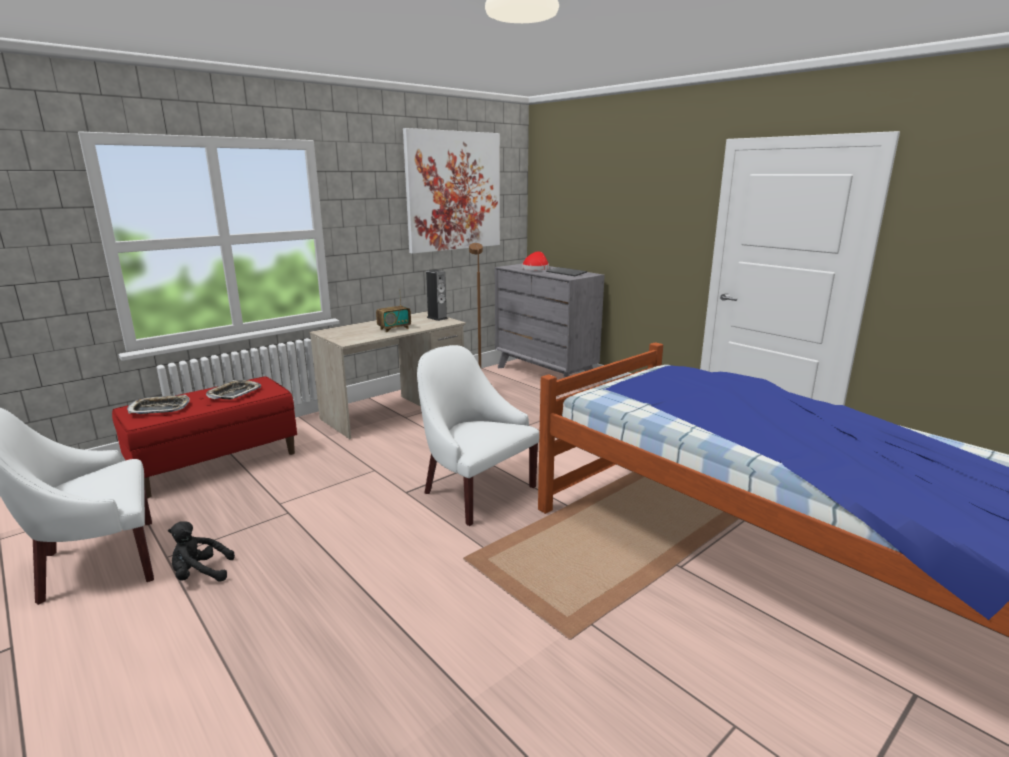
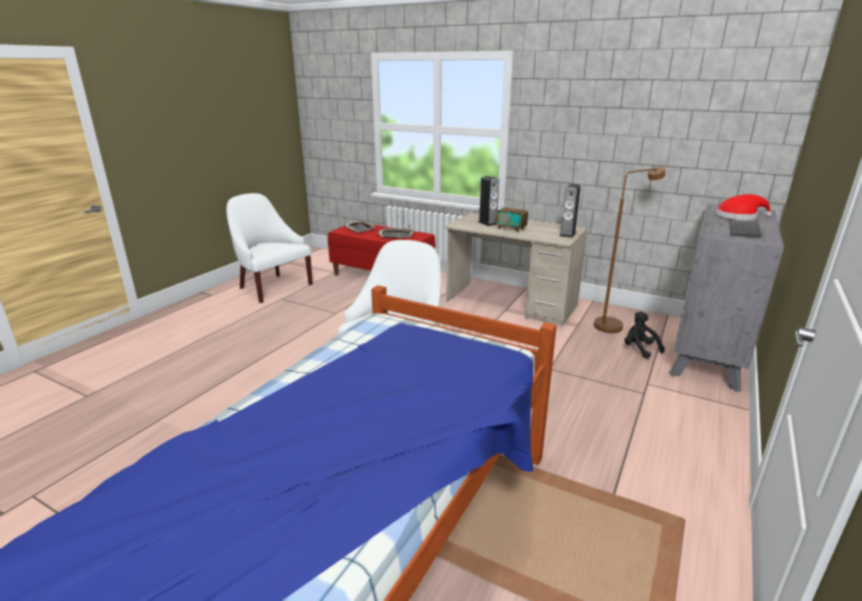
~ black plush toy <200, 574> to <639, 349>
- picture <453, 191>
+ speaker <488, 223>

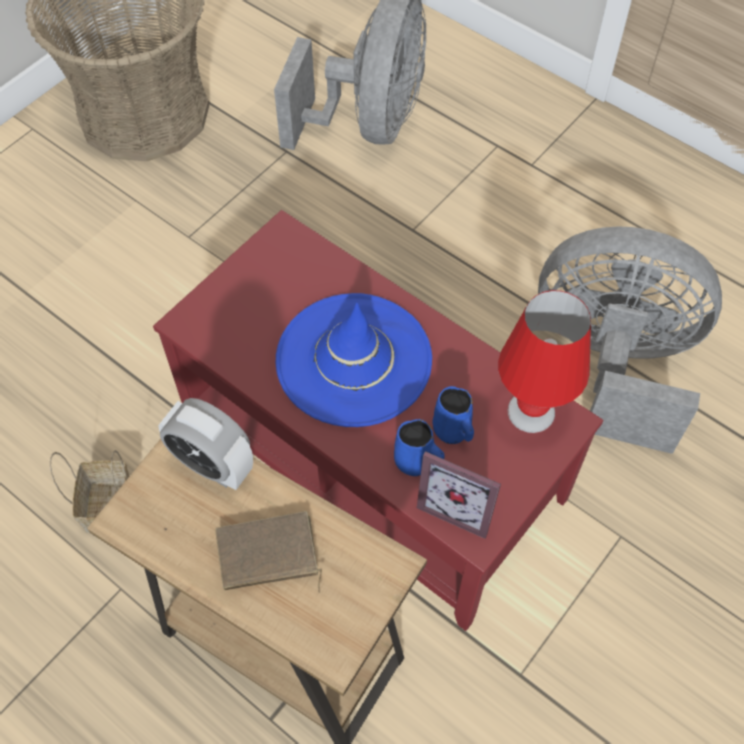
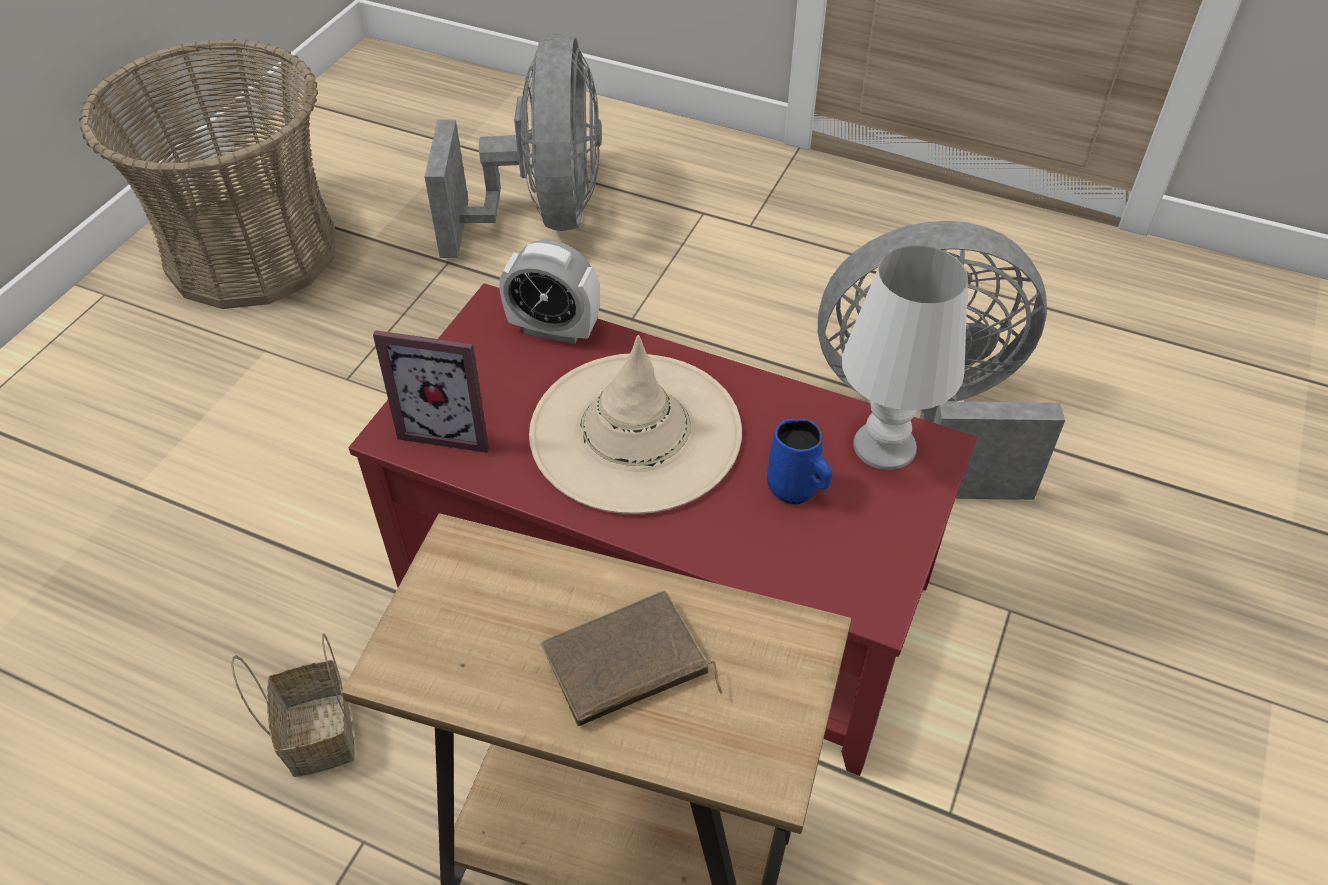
~ alarm clock <213, 465> to <553, 329>
~ blue hat <353, 359> to beige hat <635, 432>
- blue mug <415, 462>
~ picture frame <459, 505> to <450, 426>
~ red table lamp <530, 411> to white table lamp <884, 445>

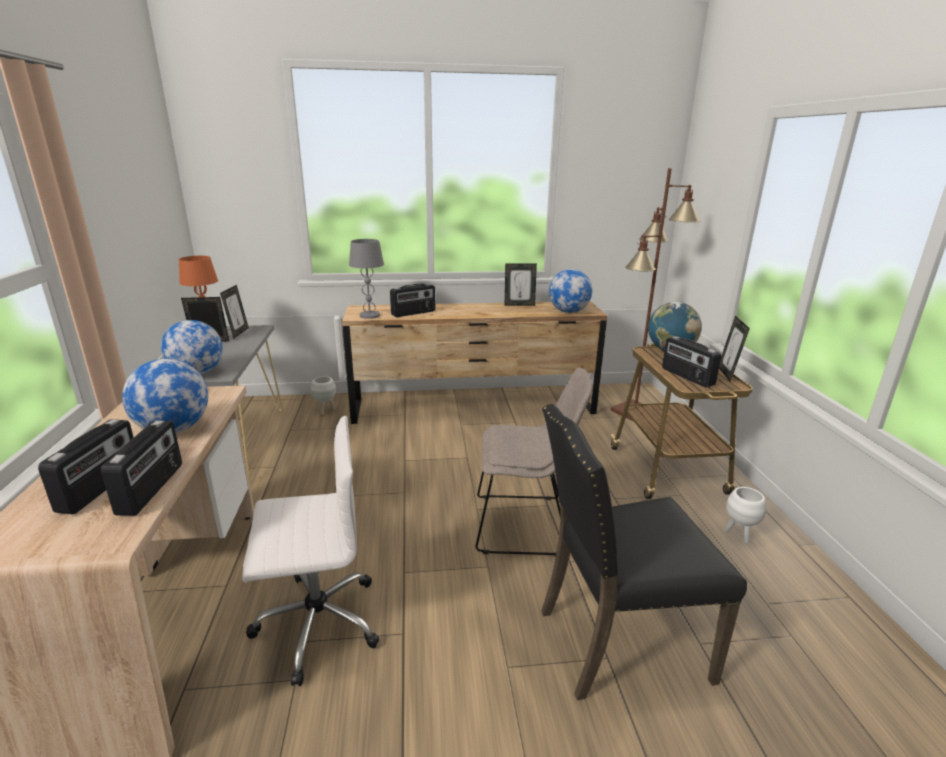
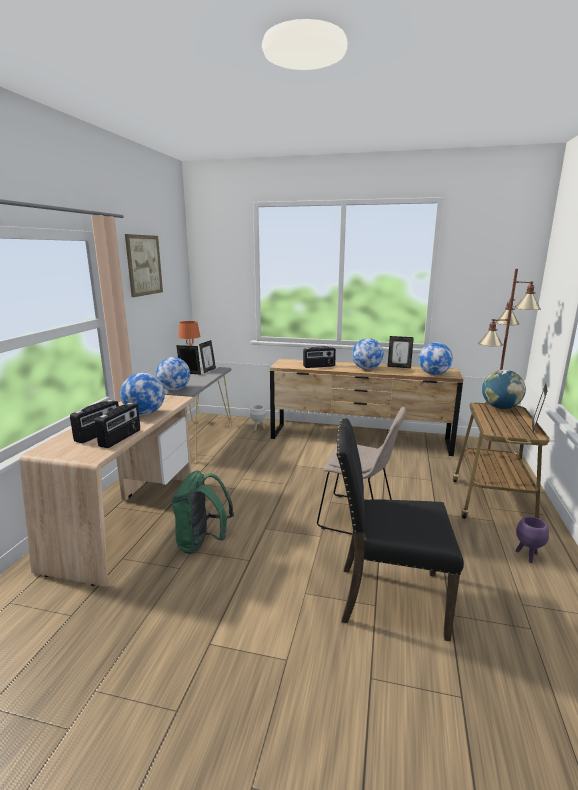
~ white office chair <316, 622> to green backpack <202, 543>
- grey table lamp <370, 315>
- radio <686, 377>
~ white planter <739, 535> to purple planter <528, 556>
+ picture <144, 265>
+ globe <366, 369>

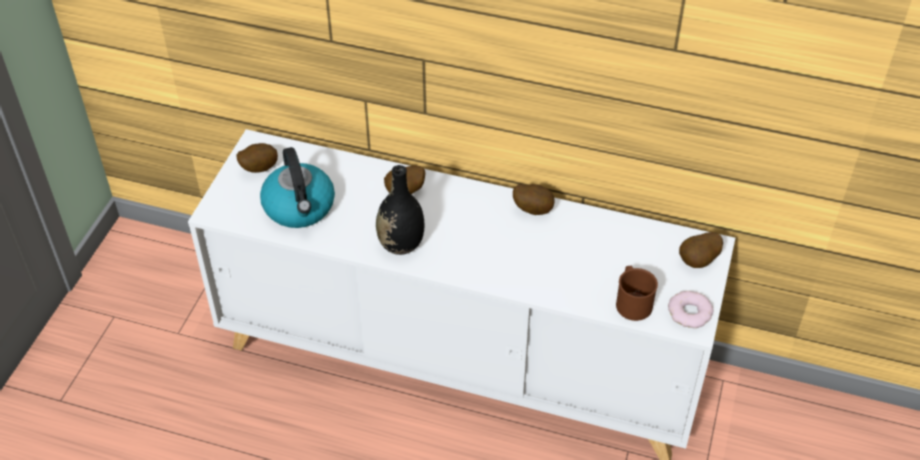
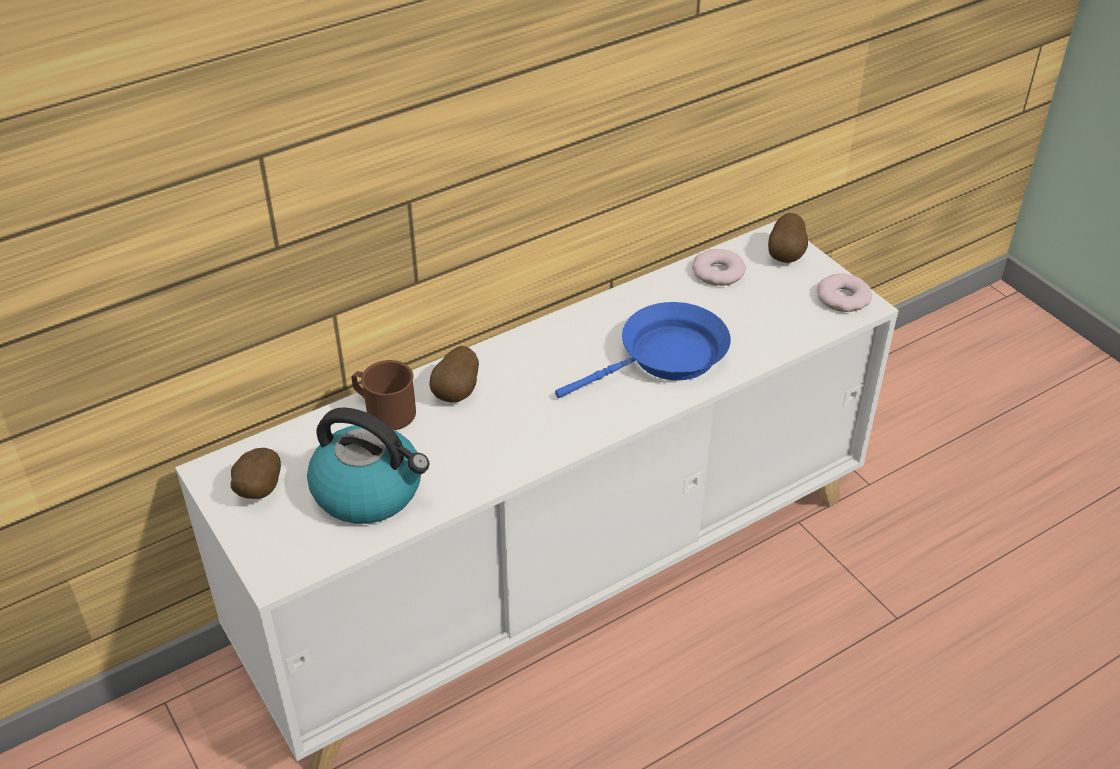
- black vase <401, 245>
- potato <533, 209>
~ brown mug <632, 301> to <384, 411>
+ blue frying pan <665, 358>
+ donut <718, 272>

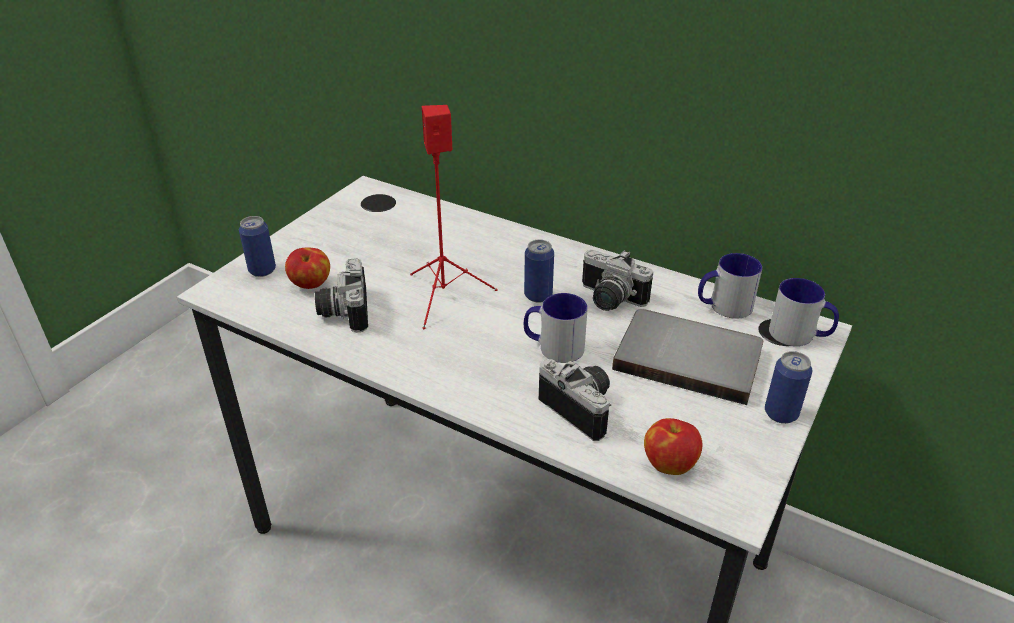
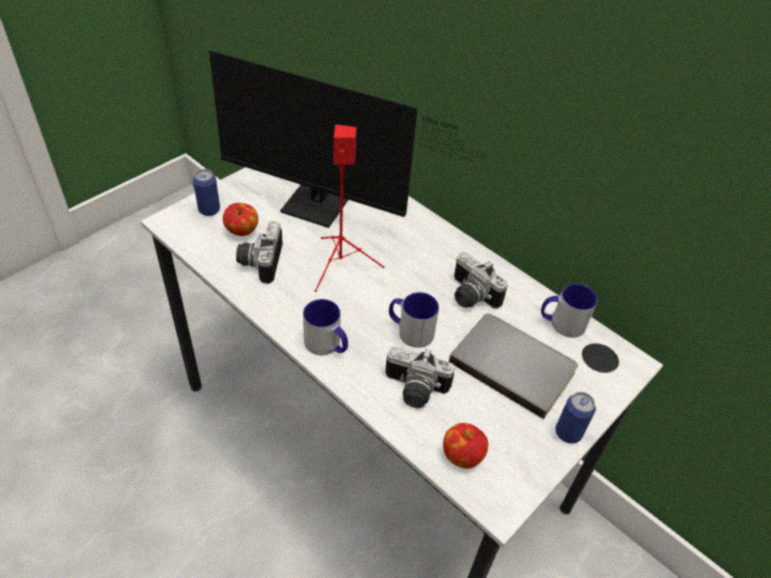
- can <538, 295>
~ photo camera <583, 407> = <414, 391> 135 degrees clockwise
~ mug <799, 335> to <327, 345>
+ monitor <324, 208>

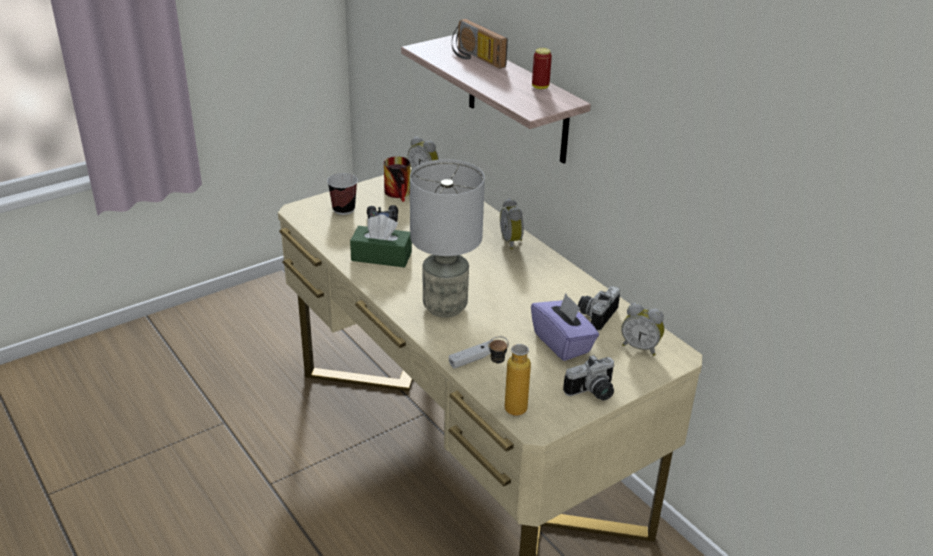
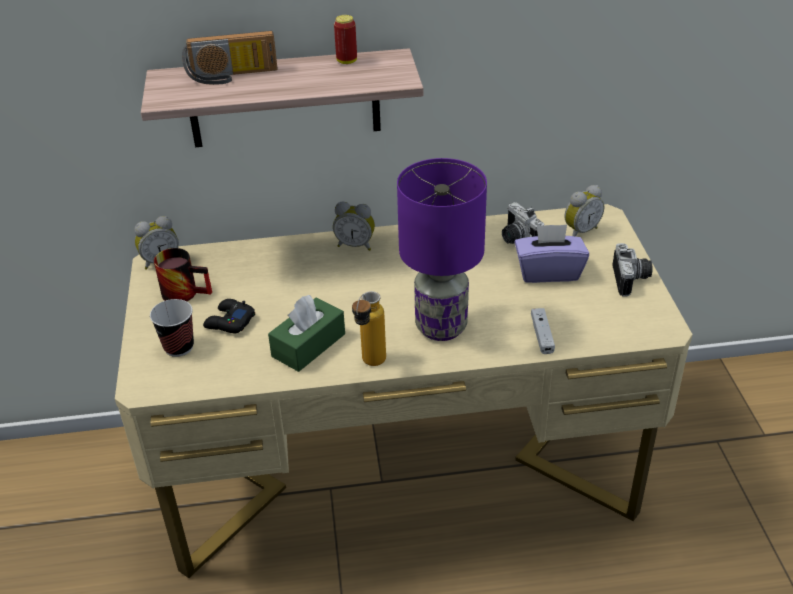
~ grey table lamp <445, 306> to purple table lamp <440, 327>
~ bottle <506, 409> to <370, 365>

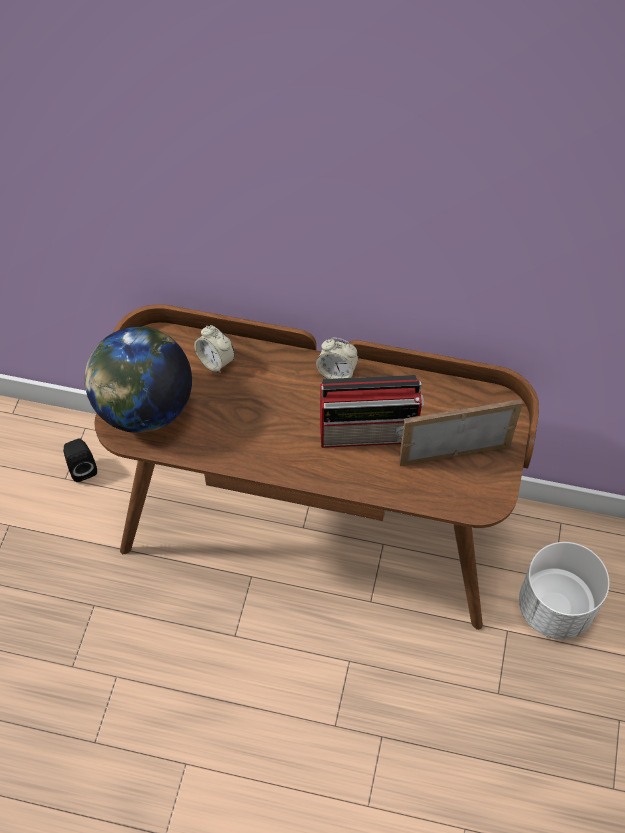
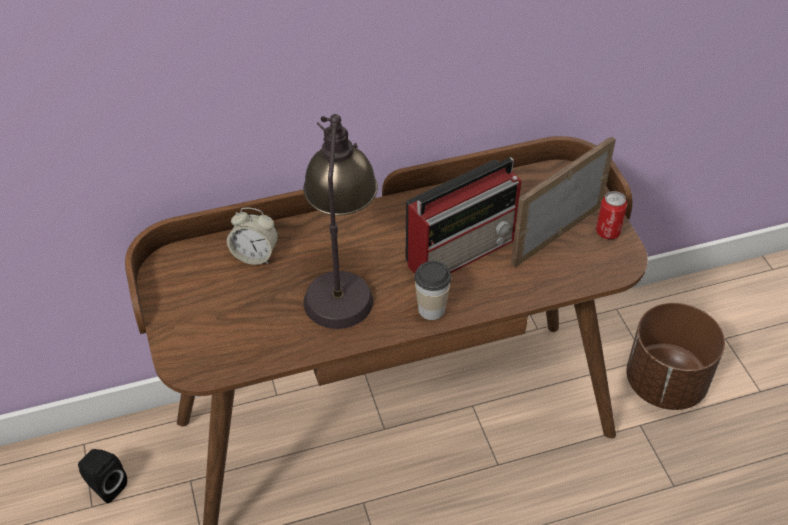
- globe <145, 408>
- alarm clock <337, 372>
~ white planter <554, 607> to brown planter <665, 383>
+ table lamp <341, 280>
+ cup <431, 309>
+ can <607, 232>

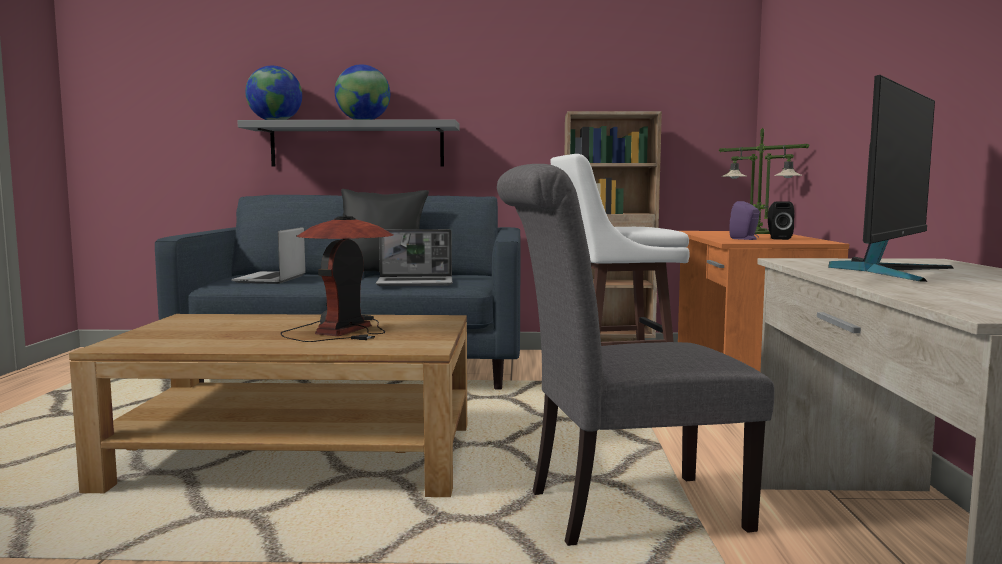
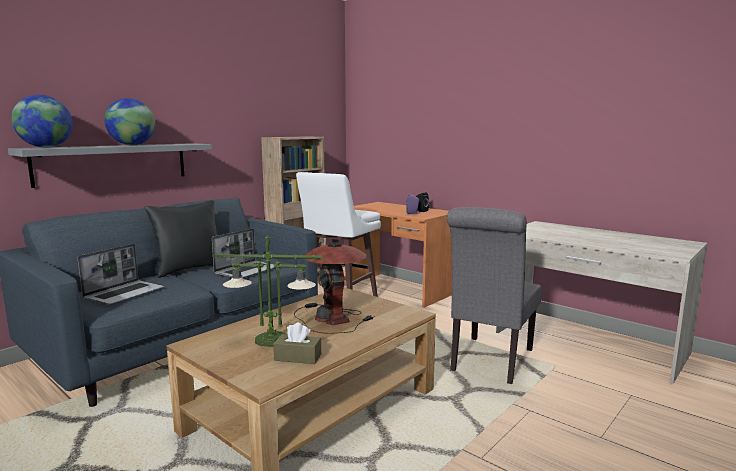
~ laptop <271, 279> = <125, 293> 105 degrees counterclockwise
~ table lamp <757, 233> to <271, 340>
- monitor <889, 271>
+ brown tissue box <298, 357>

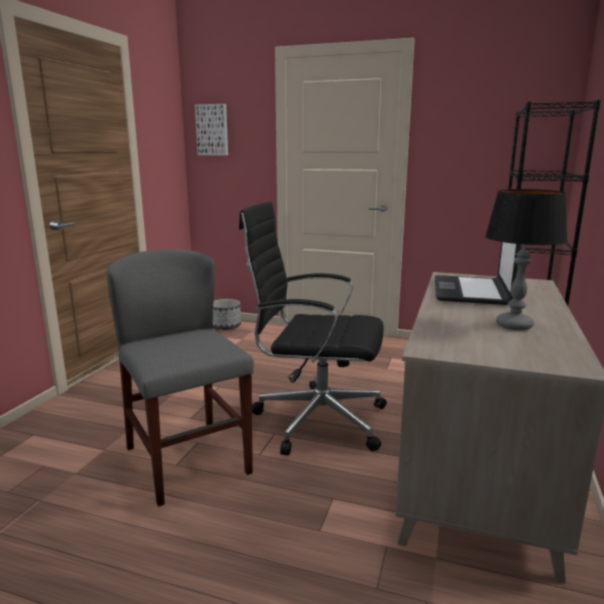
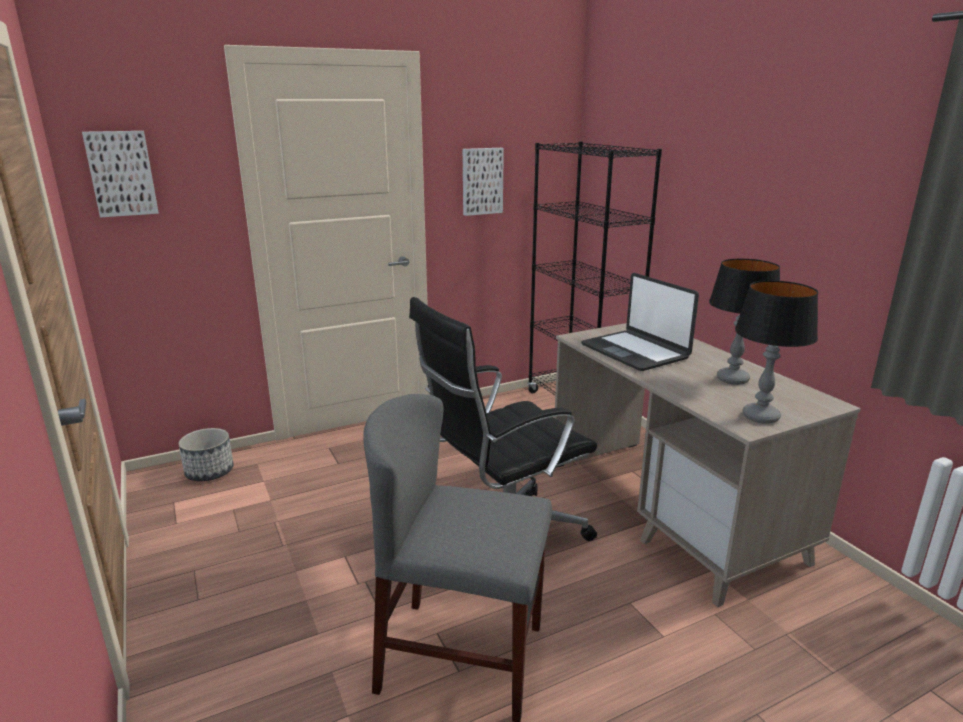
+ picture <481, 181>
+ table lamp <760, 417>

